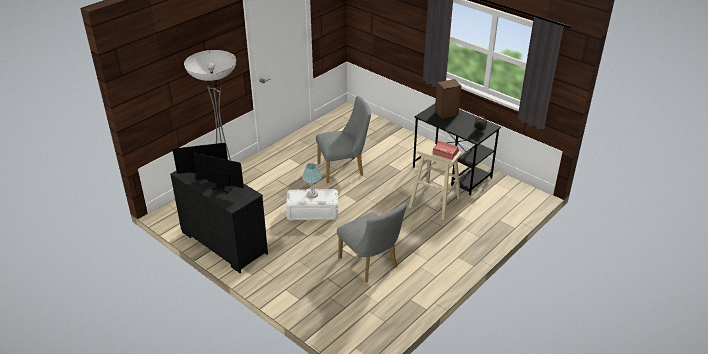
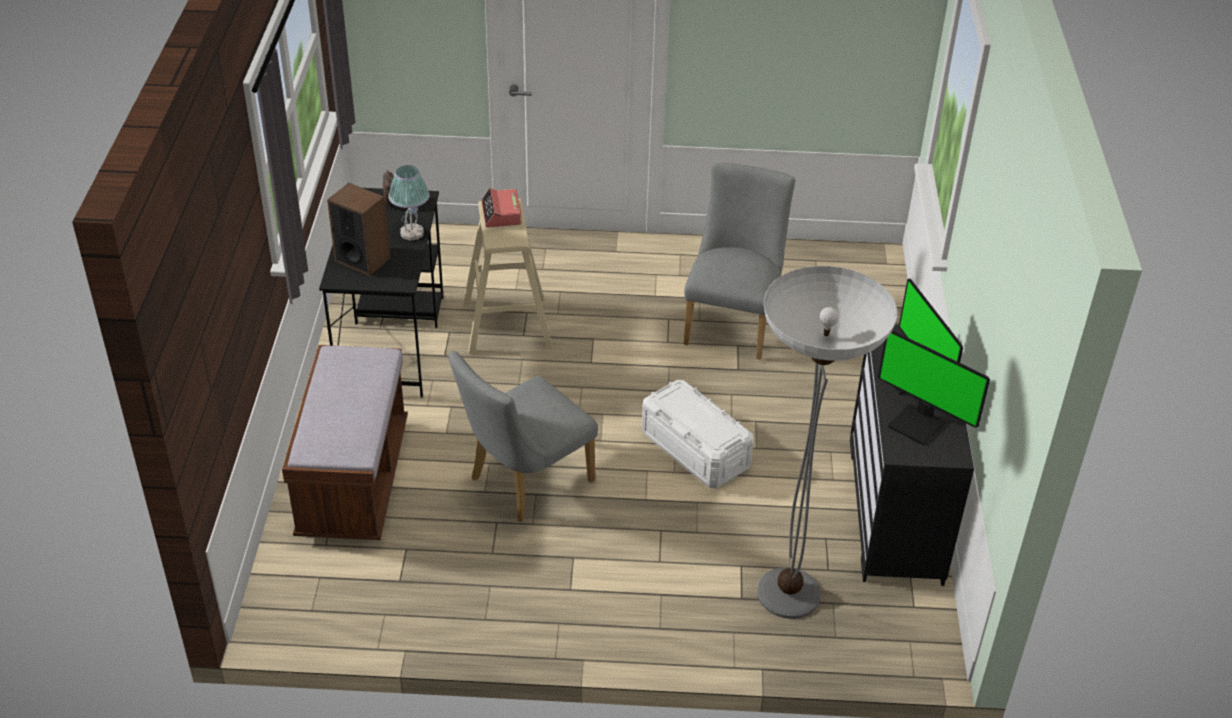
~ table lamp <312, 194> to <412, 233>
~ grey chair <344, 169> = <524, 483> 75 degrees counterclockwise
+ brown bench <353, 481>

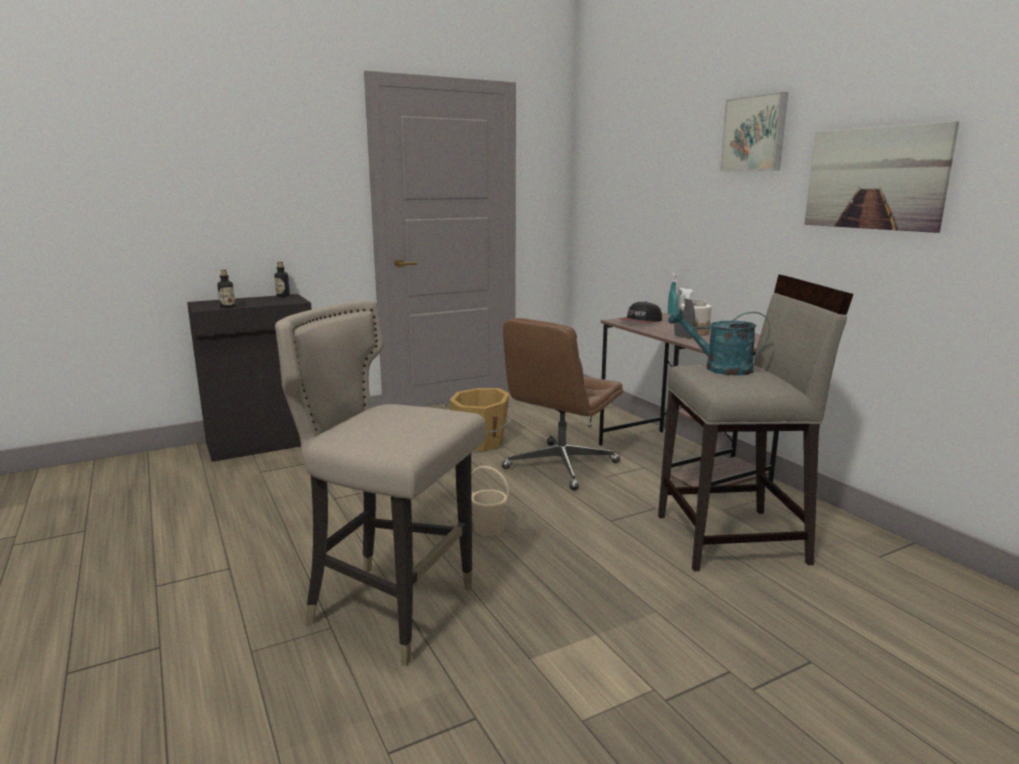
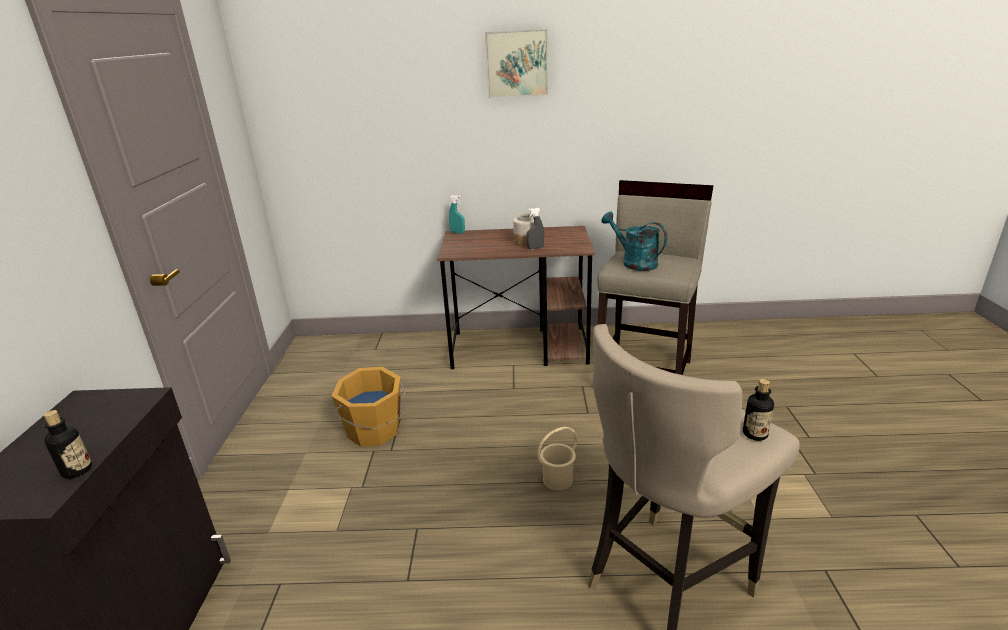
~ bottle <283, 296> to <755, 434>
- brown office chair <560, 466>
- cap <640, 322>
~ turquoise watering can <719, 369> = <634, 262> 90 degrees clockwise
- picture <874, 178>

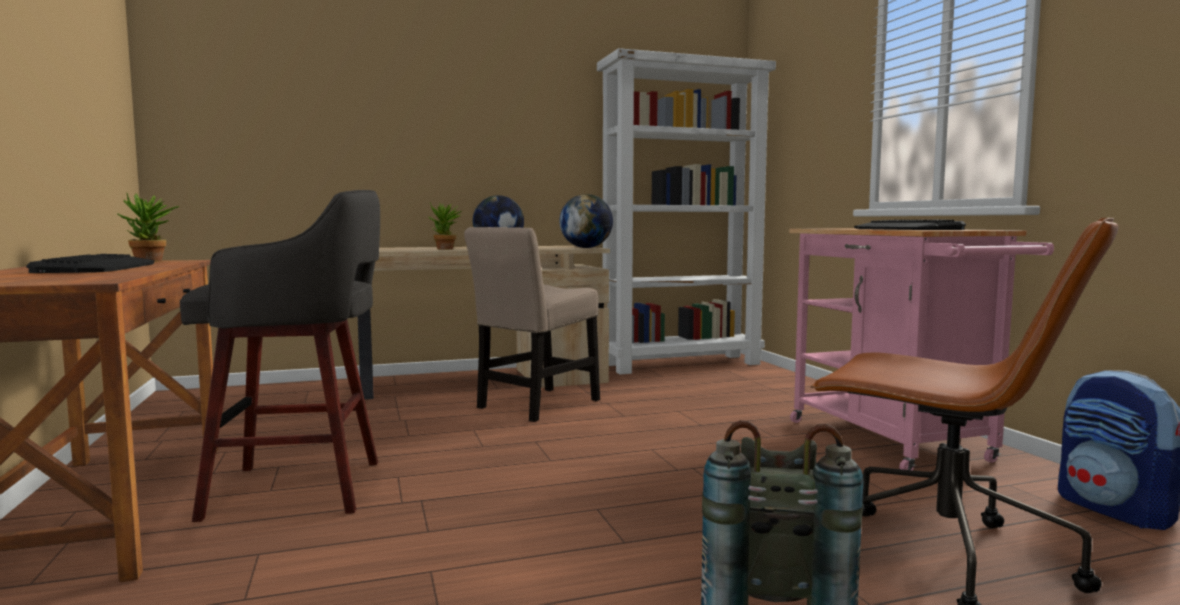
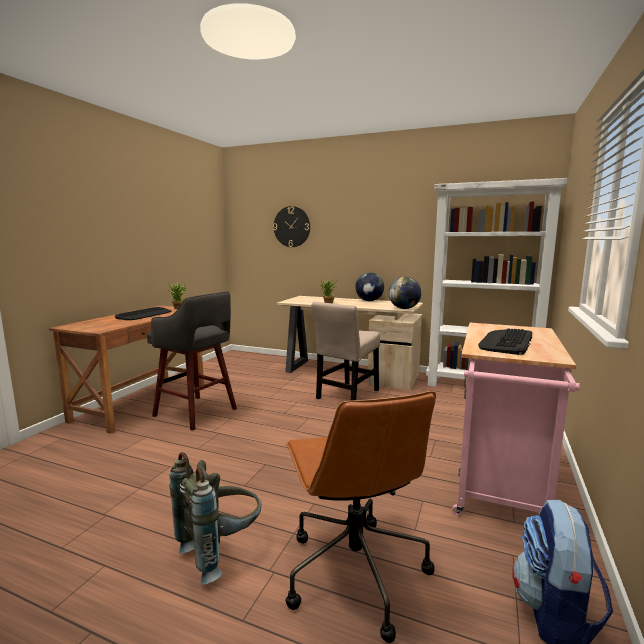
~ beige chair <535, 405> = <346, 395> 45 degrees counterclockwise
+ wall clock <292, 226>

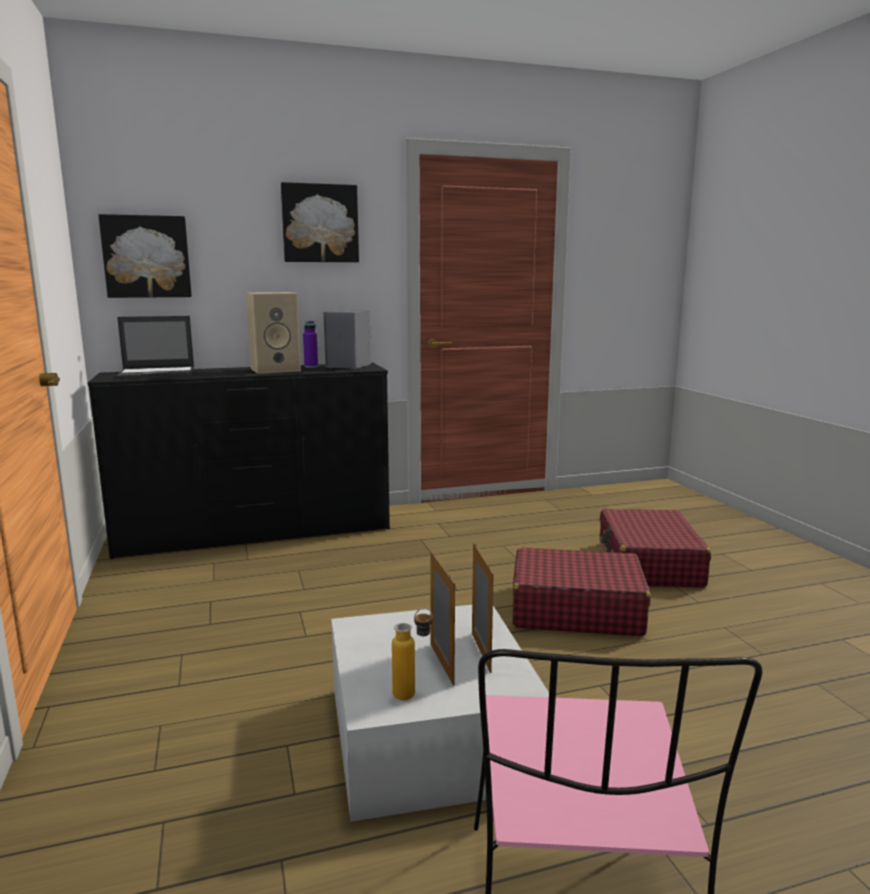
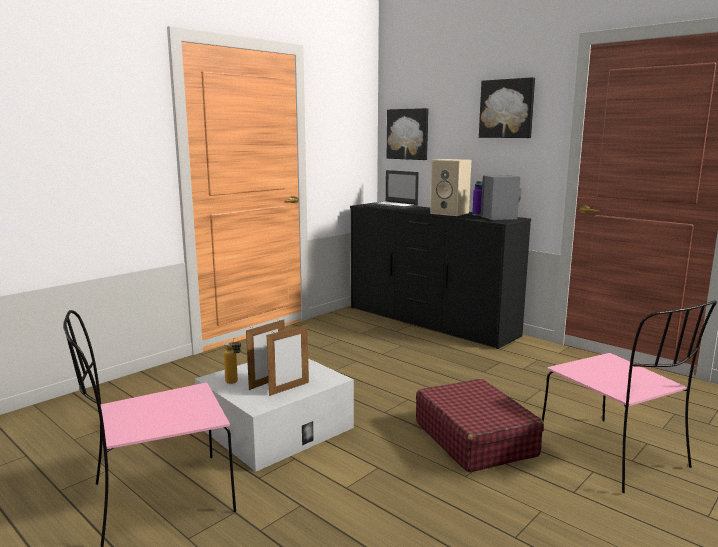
~ red suitcase <648, 564> to pink chair <615, 455>

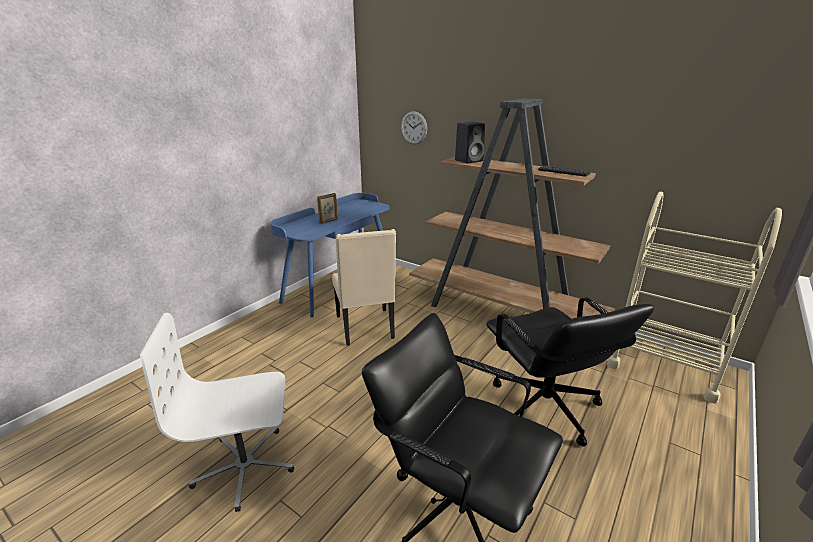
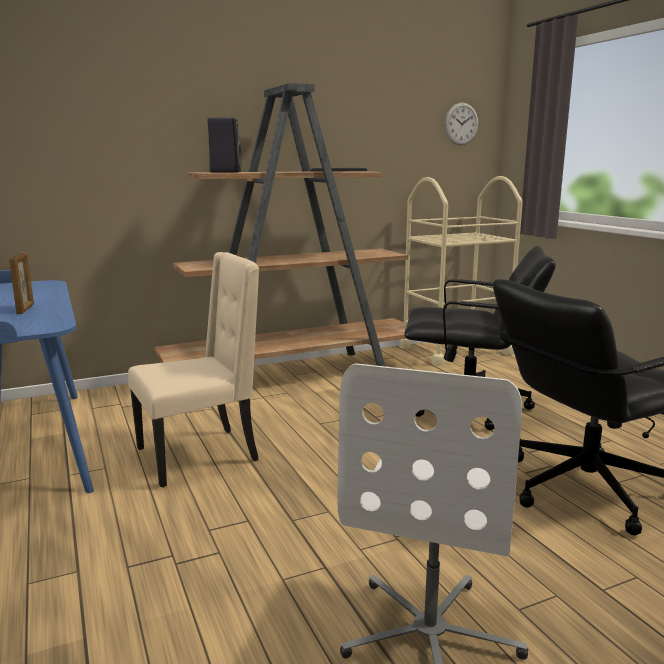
~ beige chair <366, 328> = <200, 454> 45 degrees counterclockwise
~ wall clock <414, 128> to <461, 124>

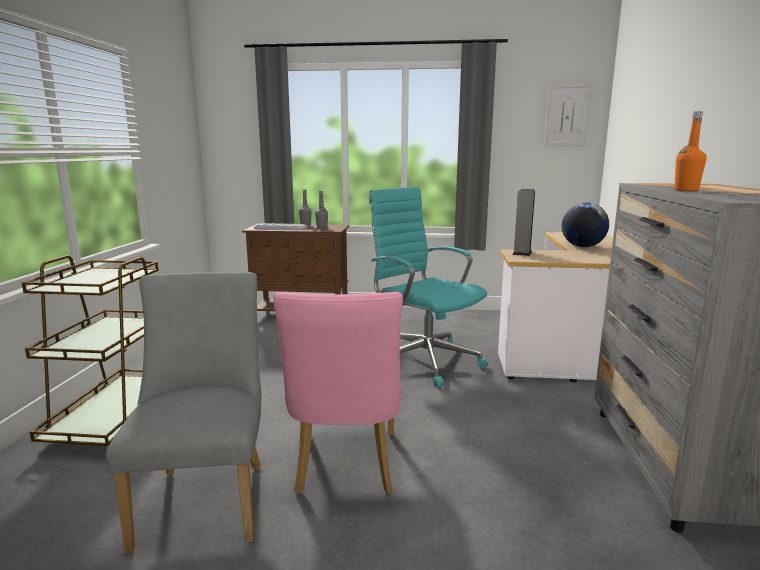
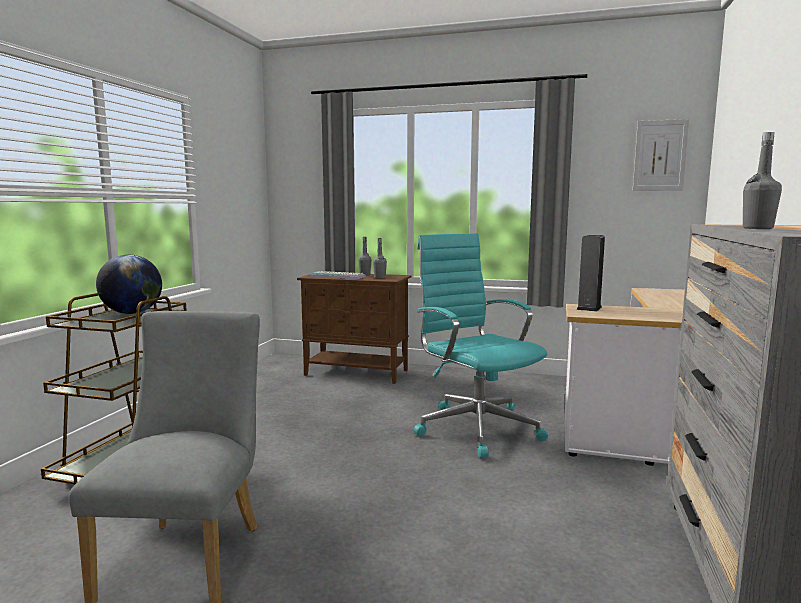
- pink chair <345, 467>
~ globe <582, 247> to <132, 313>
~ orange bottle <686, 190> to grey bottle <757, 228>

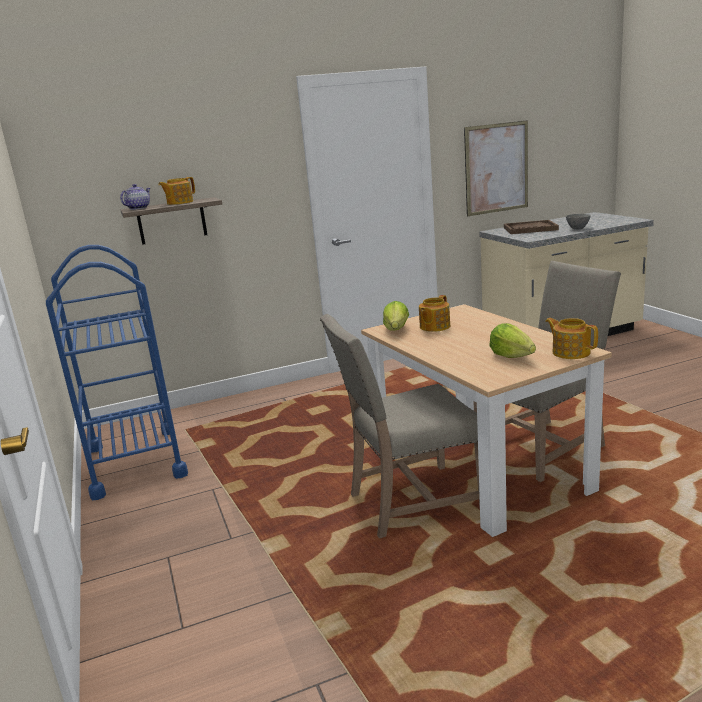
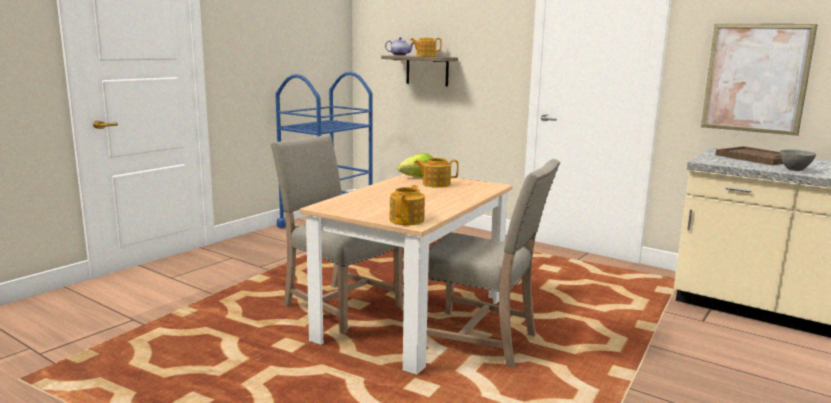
- lettuce <511, 356>

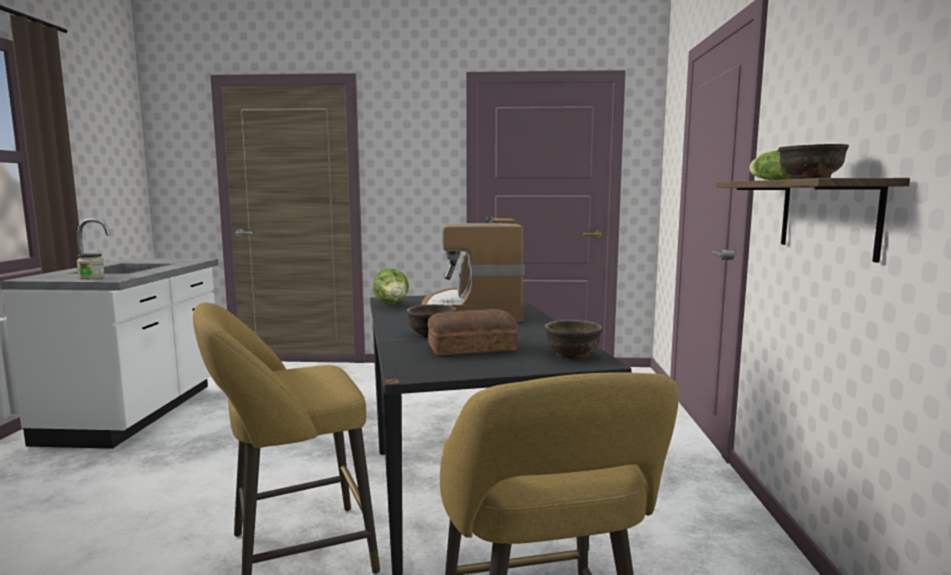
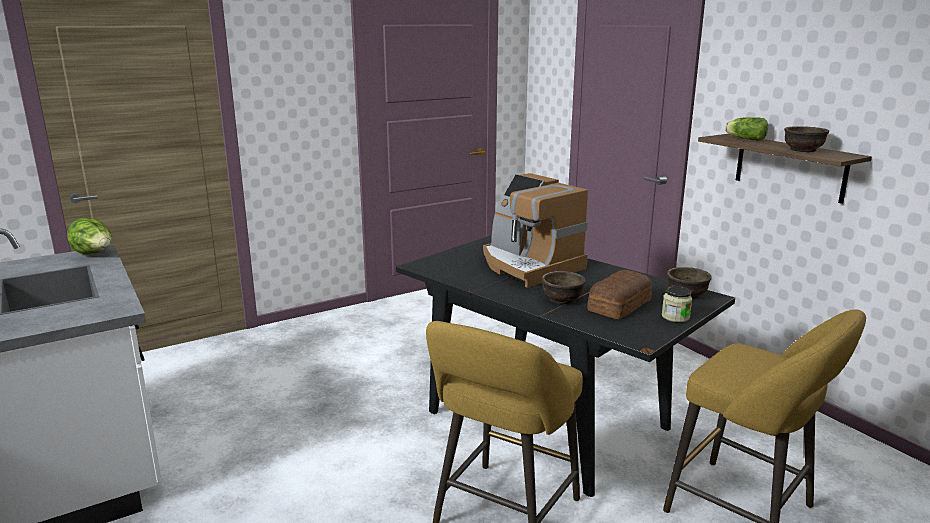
~ jar <91, 277> to <675, 317>
~ lettuce <392, 304> to <94, 254>

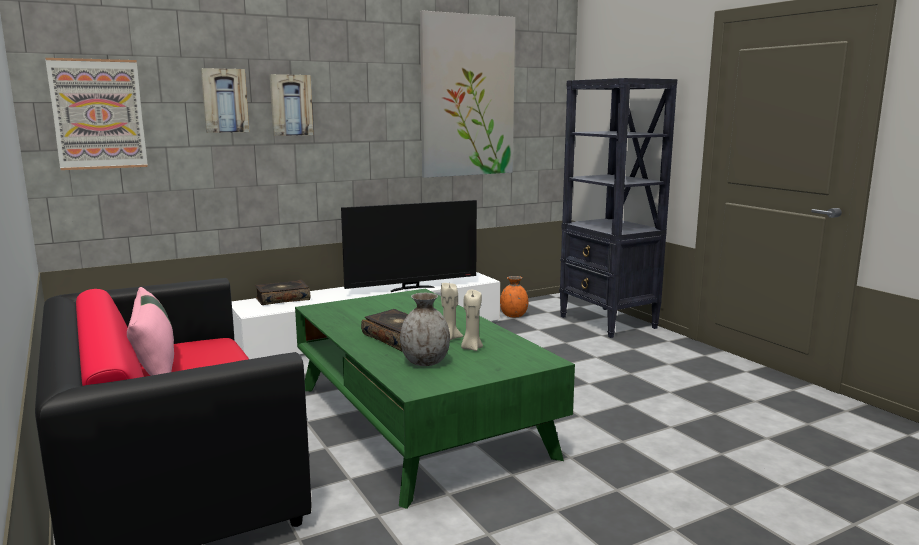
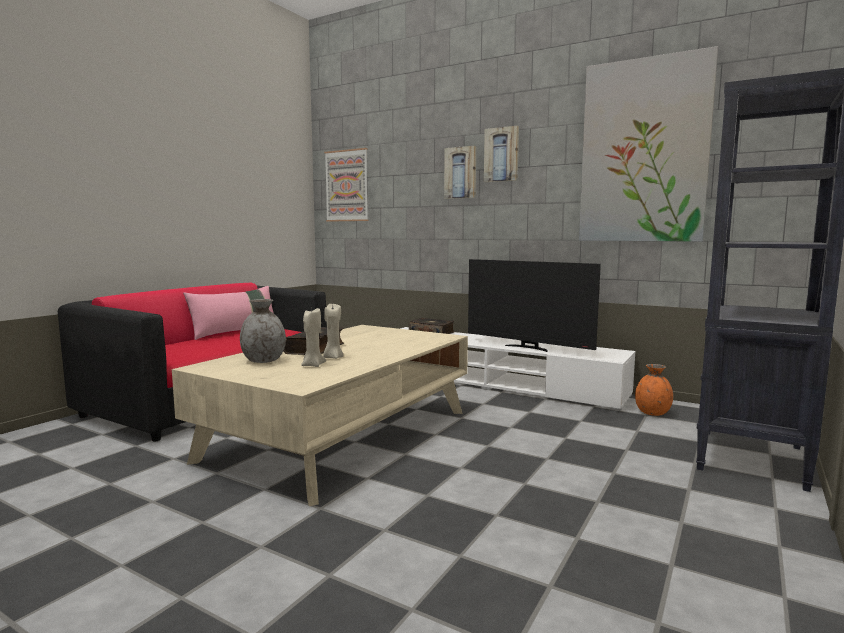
~ picture <224, 100> to <502, 154>
~ green coffee table <418, 420> to beige coffee table <343, 434>

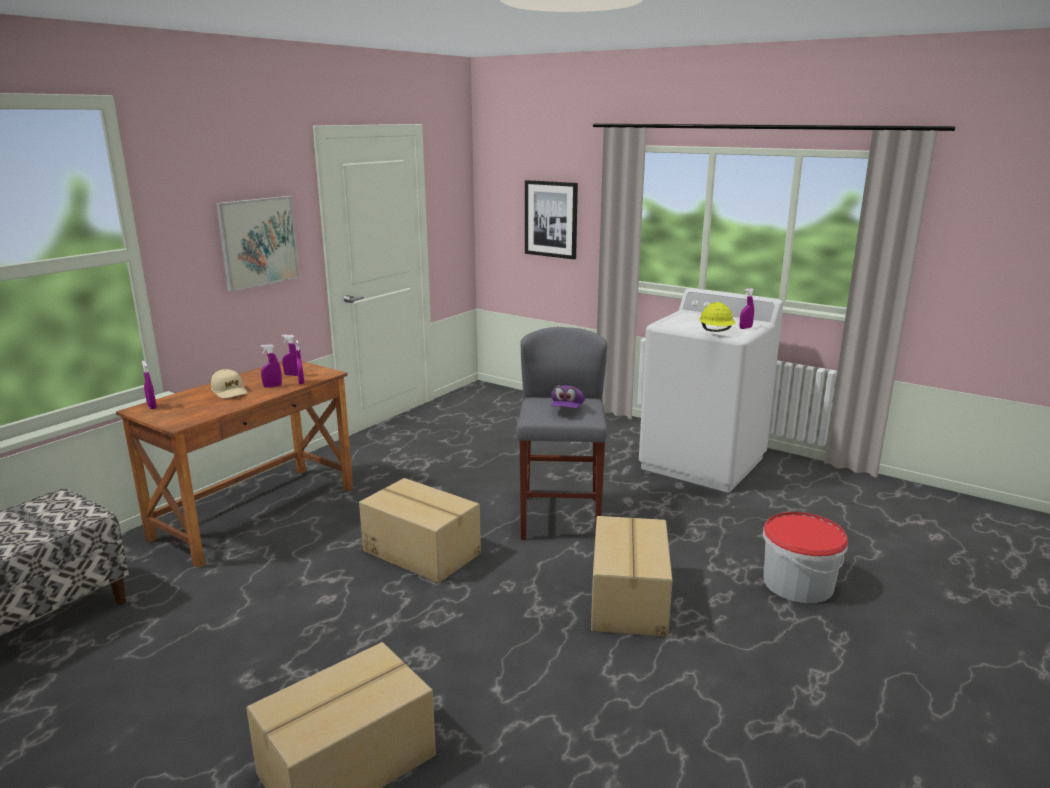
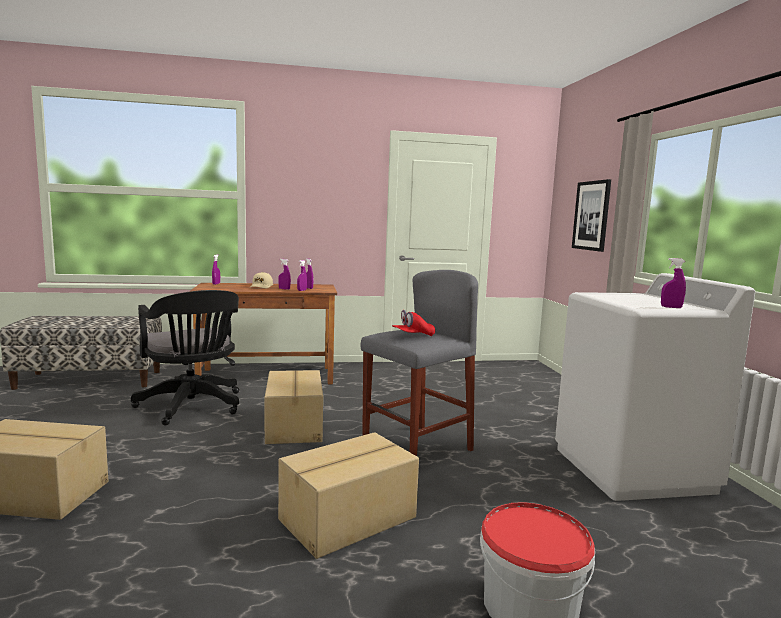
- picture <258, 242>
~ purple cap <567, 409> to red cap <413, 336>
- yellow hard hat <716, 331>
+ black office chair <193, 407>

